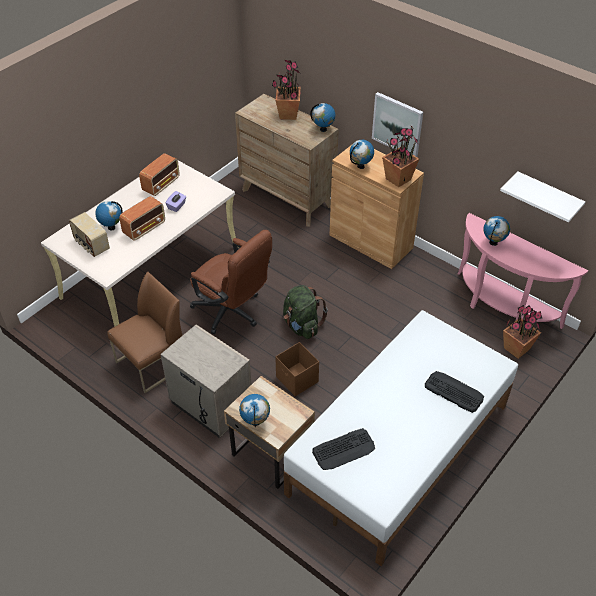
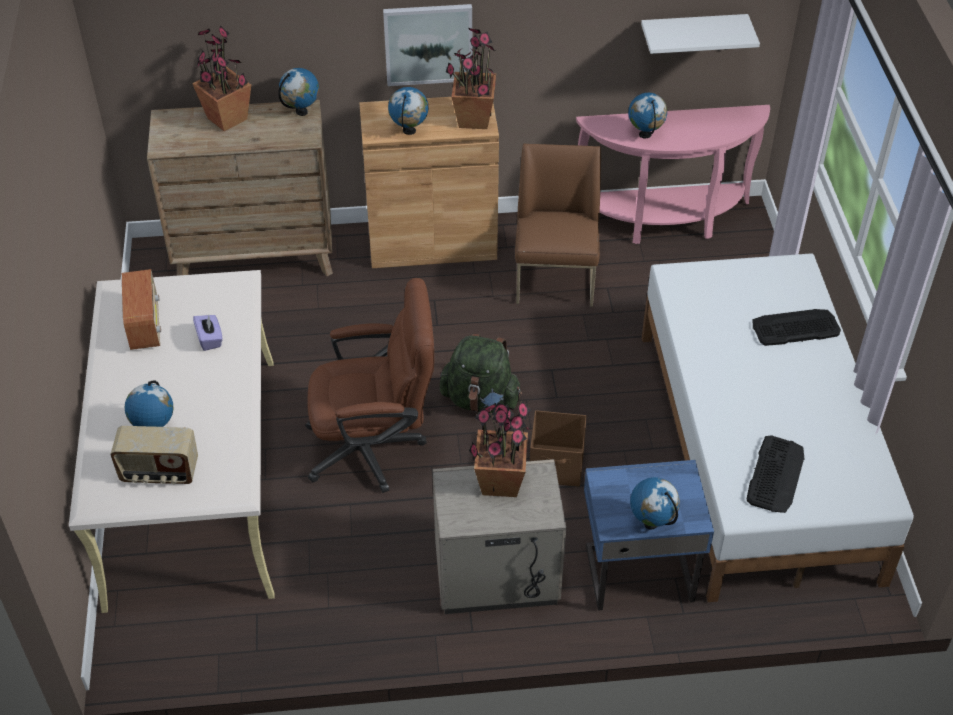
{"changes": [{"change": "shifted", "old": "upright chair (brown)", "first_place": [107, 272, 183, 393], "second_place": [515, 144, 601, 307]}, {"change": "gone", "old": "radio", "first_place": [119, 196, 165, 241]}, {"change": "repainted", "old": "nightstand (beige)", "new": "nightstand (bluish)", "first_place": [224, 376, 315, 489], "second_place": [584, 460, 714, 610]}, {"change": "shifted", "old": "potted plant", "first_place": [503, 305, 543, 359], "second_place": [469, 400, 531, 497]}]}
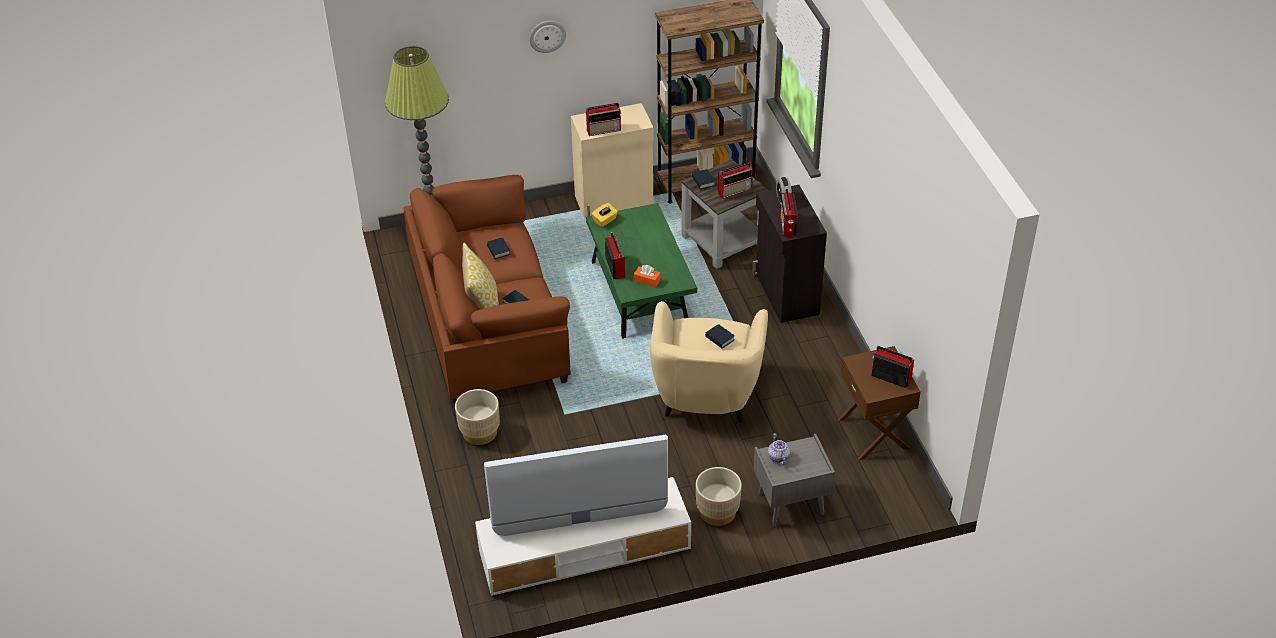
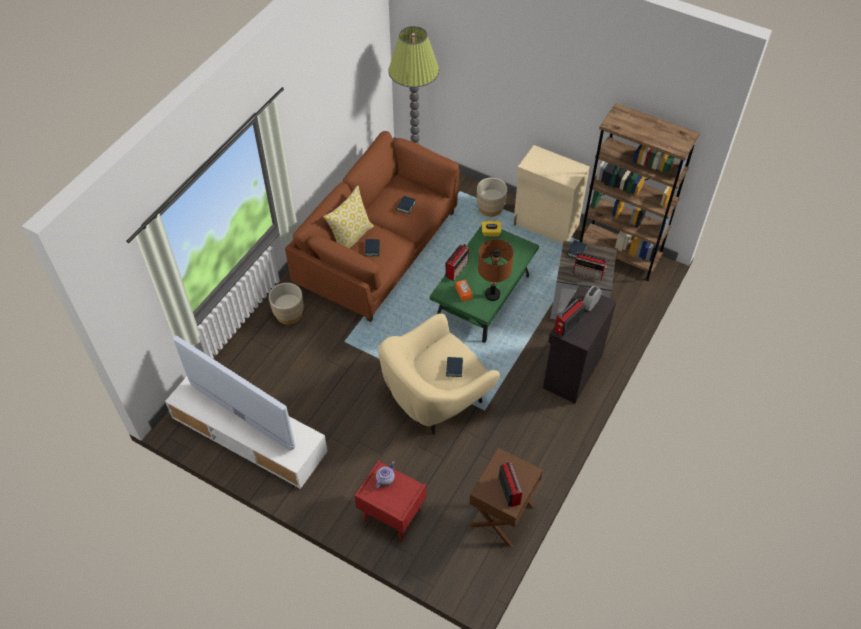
{"changes": [{"change": "gone", "old": "clock on the wall", "first_place": [529, 21, 566, 53]}, {"change": "gone", "old": "radio", "first_place": [586, 103, 621, 136]}, {"change": "shifted", "old": "plant pot (beige)", "first_place": [696, 467, 742, 526], "second_place": [477, 178, 507, 217]}, {"change": "repainted", "old": "nightstand (grey)", "new": "nightstand (red)", "first_place": [754, 434, 835, 526], "second_place": [354, 460, 426, 540]}, {"change": "new", "new": "table lamp (brown)", "second_place": [478, 239, 514, 301]}]}
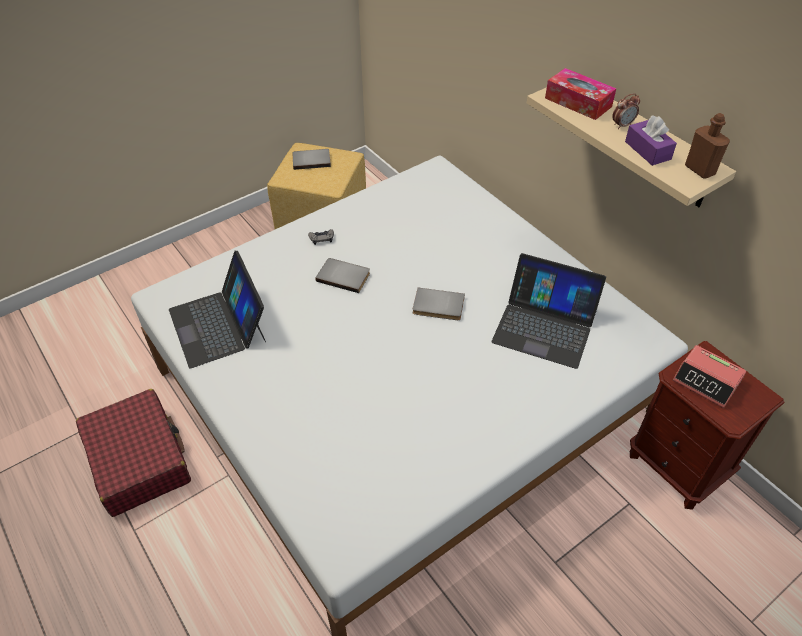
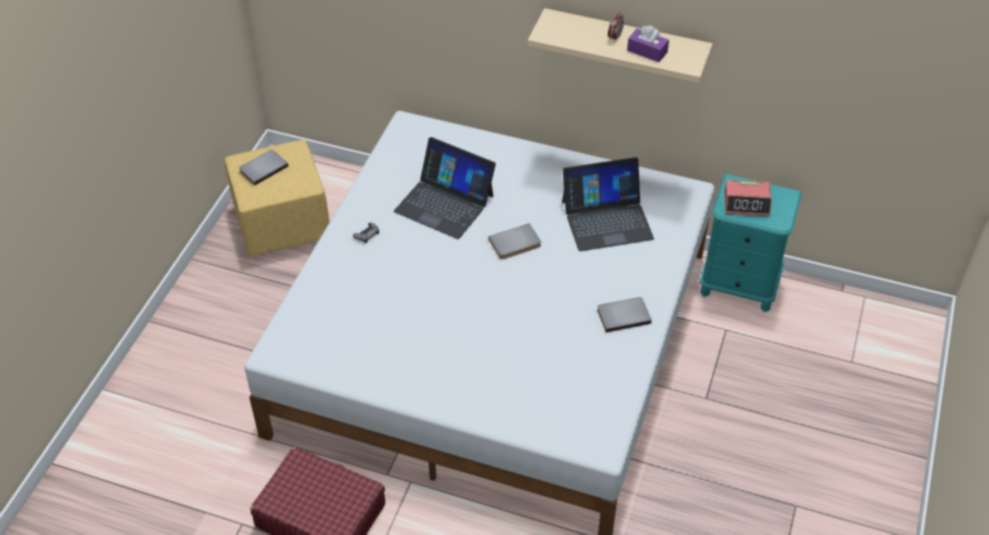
{"changes": [{"change": "shifted", "old": "portable computer", "first_place": [169, 251, 266, 368], "second_place": [394, 137, 496, 239]}, {"change": "shifted", "old": "bound book (grey)", "first_place": [316, 258, 370, 293], "second_place": [597, 297, 652, 332]}, {"change": "gone", "old": "tissue box", "first_place": [545, 68, 616, 120]}, {"change": "repainted", "old": "nightstand (brown)", "new": "nightstand (blue-green)", "first_place": [630, 341, 785, 510], "second_place": [699, 174, 802, 312]}, {"change": "gone", "old": "bottle (brown)", "first_place": [685, 113, 730, 179]}]}
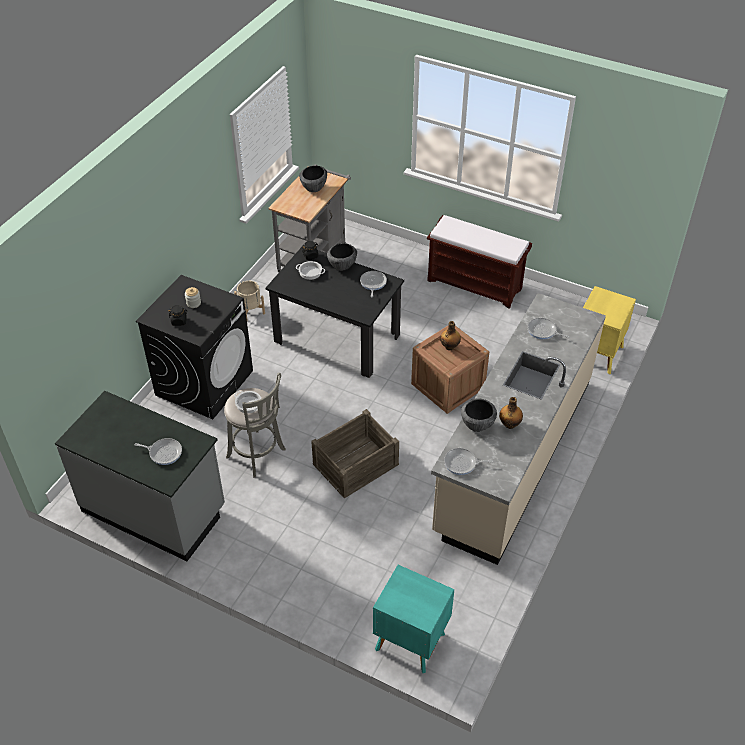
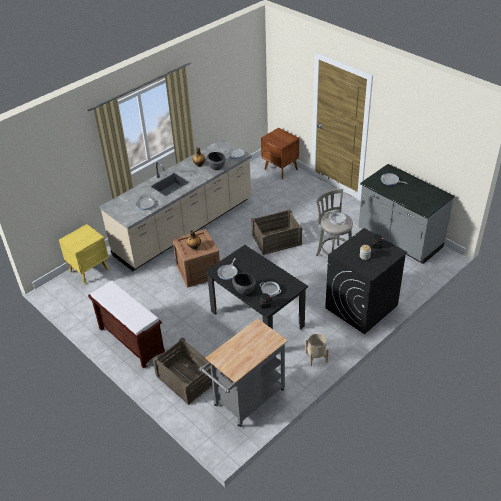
{"changes": [{"change": "gone", "old": "bowl", "first_place": [299, 166, 327, 192]}, {"change": "repainted", "old": "nightstand (blue-green)", "new": "nightstand (brown)", "first_place": [373, 565, 454, 673], "second_place": [261, 128, 299, 179]}, {"change": "new", "new": "shipping crate", "second_place": [153, 337, 212, 405]}]}
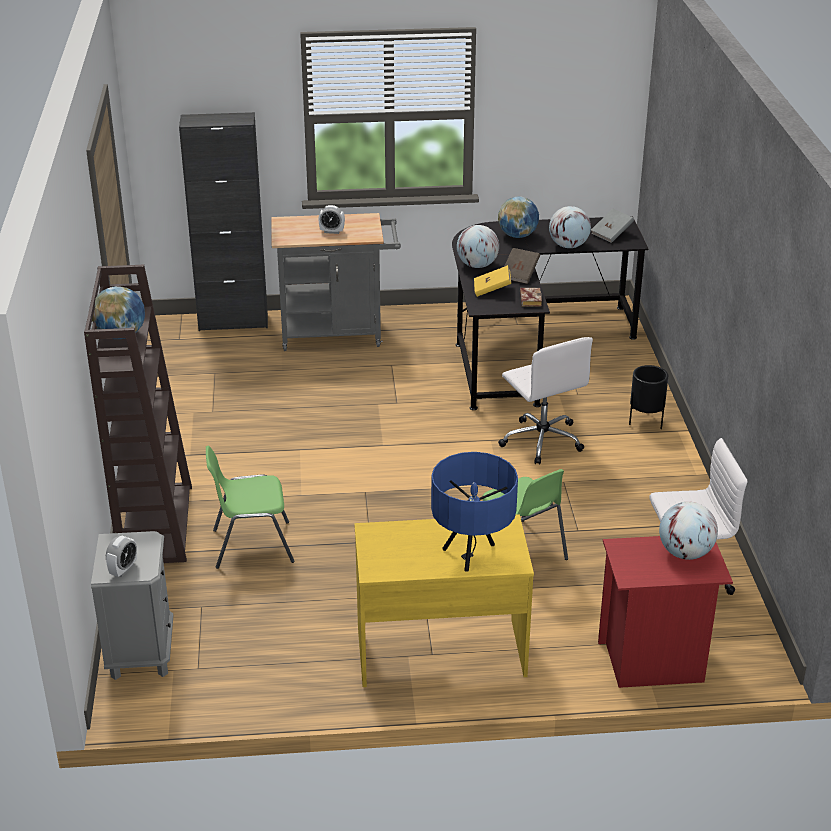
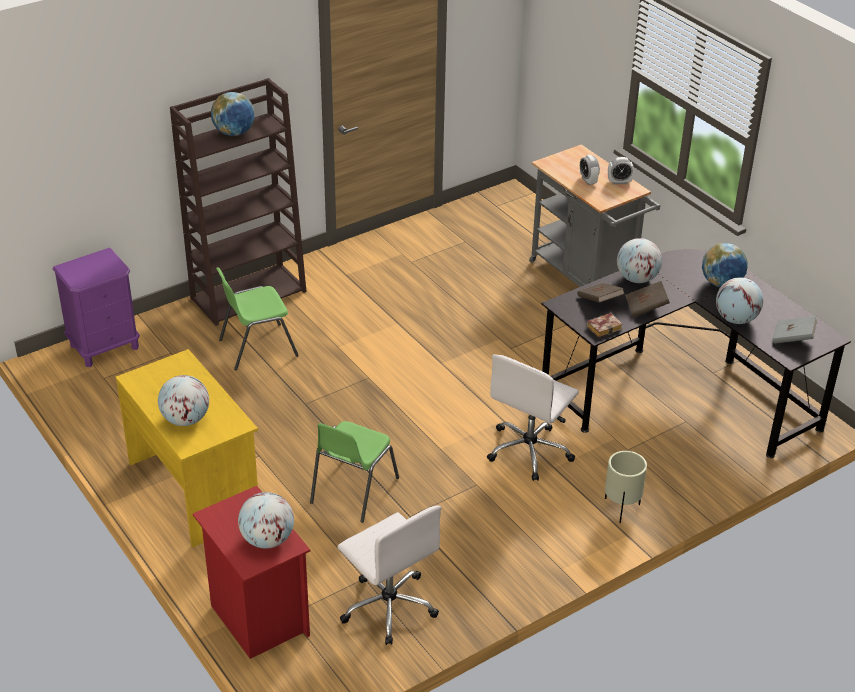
{"changes": [{"change": "repainted", "old": "nightstand (grey)", "new": "nightstand (purple)", "first_place": [91, 531, 173, 680], "second_place": [52, 248, 140, 367]}, {"change": "shifted", "old": "bedside clock", "first_place": [106, 536, 137, 577], "second_place": [608, 157, 634, 184]}, {"change": "gone", "old": "storage cabinet (blackish)", "first_place": [179, 112, 268, 331]}, {"change": "rotated", "old": "upright chair (greenish)", "first_place": [206, 446, 295, 569], "second_place": [216, 267, 299, 371], "degrees": -75}, {"change": "swapped", "old": "table lamp (bluish)", "new": "desk globe", "first_place": [431, 452, 518, 572], "second_place": [158, 375, 209, 426]}, {"change": "repainted", "old": "bound book (yellowish)", "new": "bound book (brown)", "first_place": [474, 265, 511, 297], "second_place": [577, 283, 624, 303]}, {"change": "repainted", "old": "plant pot (blackish)", "new": "plant pot (beige)", "first_place": [629, 365, 668, 429], "second_place": [605, 451, 647, 523]}]}
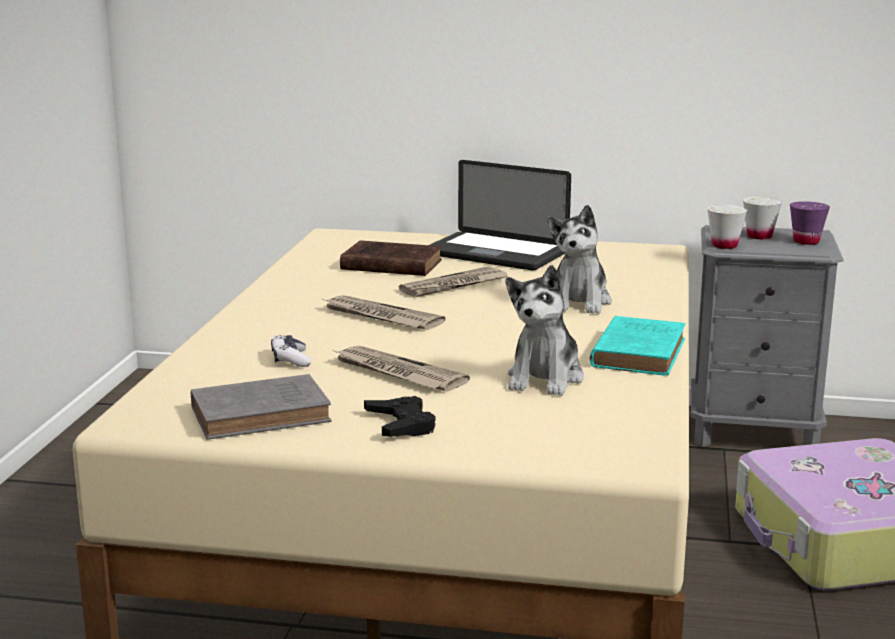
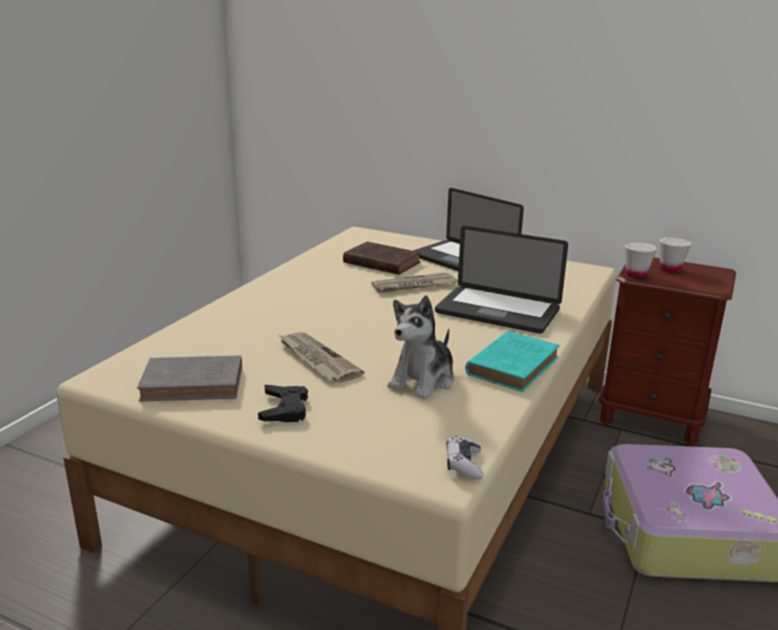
{"changes": [{"change": "shifted", "old": "joypad", "first_place": [271, 335, 311, 367], "second_place": [446, 436, 484, 480]}, {"change": "gone", "old": "printed paper", "first_place": [322, 295, 445, 330]}, {"change": "swapped", "old": "cuddly toy", "new": "portable computer", "first_place": [547, 205, 612, 314], "second_place": [435, 226, 568, 334]}, {"change": "repainted", "old": "nightstand (grey)", "new": "nightstand (brown)", "first_place": [691, 225, 844, 447], "second_place": [598, 257, 736, 445]}, {"change": "gone", "old": "drinking cup (purple)", "first_place": [790, 201, 830, 245]}]}
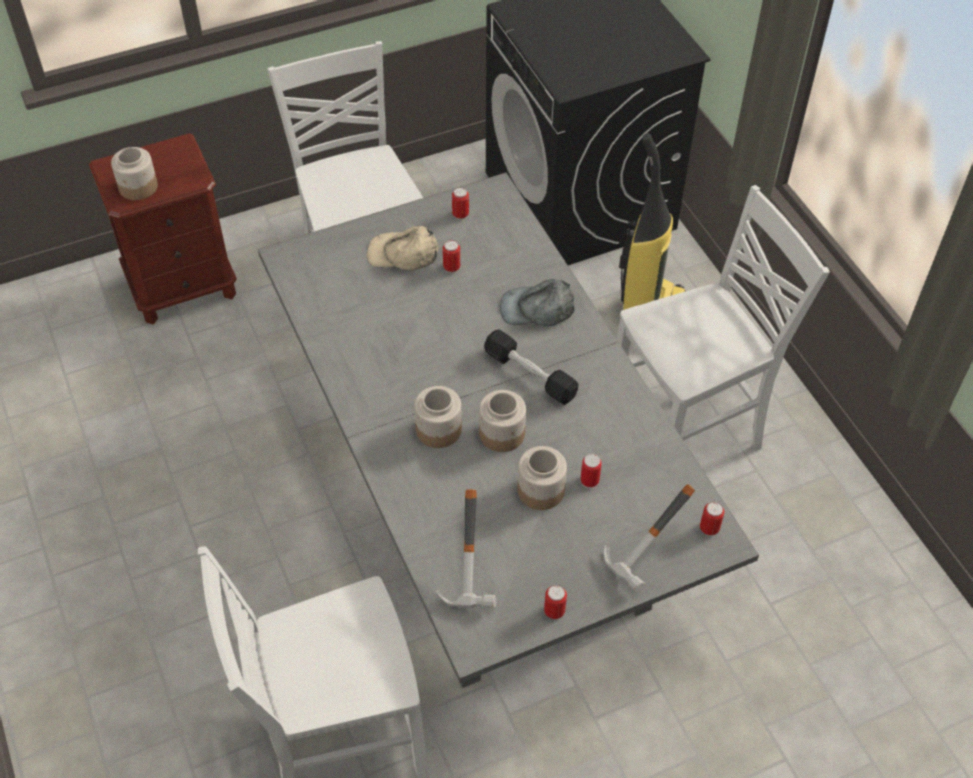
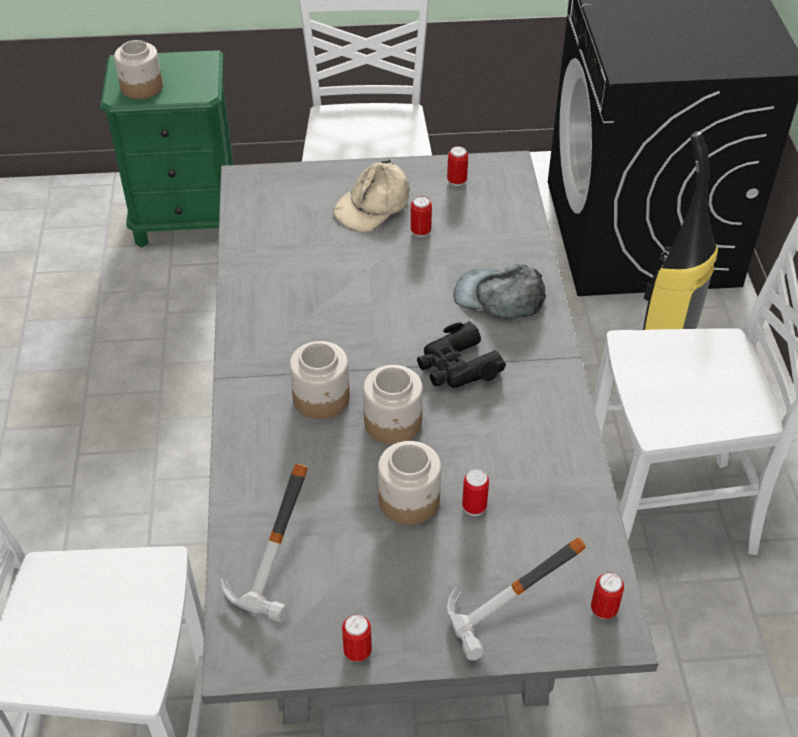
{"changes": [{"change": "repainted", "old": "nightstand (brown)", "new": "nightstand (greenish)", "first_place": [89, 133, 237, 325], "second_place": [100, 50, 234, 248]}, {"change": "rotated", "old": "peaked cap (beige)", "first_place": [367, 226, 439, 271], "second_place": [333, 160, 409, 233], "degrees": -75}, {"change": "swapped", "old": "dumbbell (blackish)", "new": "binoculars (blackish)", "first_place": [484, 329, 579, 405], "second_place": [417, 321, 506, 388]}]}
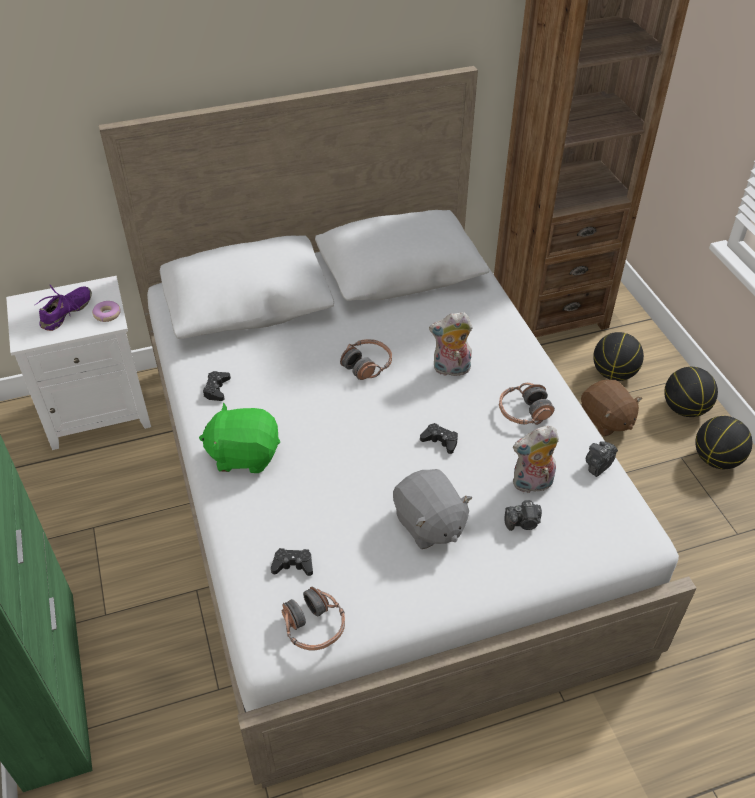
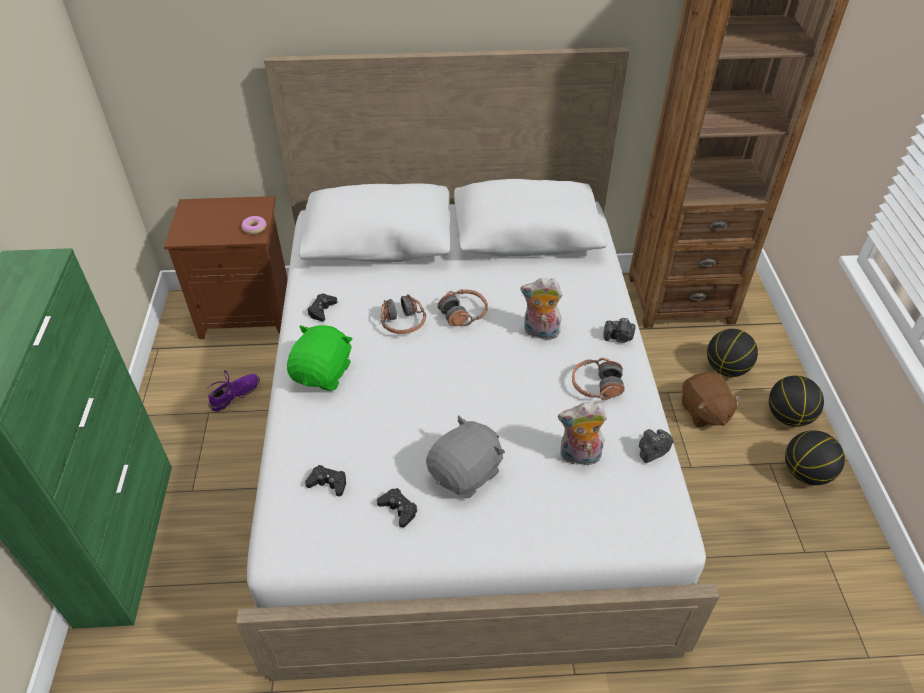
{"changes": [{"change": "repainted", "old": "nightstand (white)", "new": "nightstand (brown)", "first_place": [6, 276, 151, 450], "second_place": [164, 196, 288, 339]}, {"change": "shifted", "old": "low shoe (purple)", "first_place": [35, 285, 92, 331], "second_place": [207, 370, 260, 412]}, {"change": "rotated", "old": "cuddly toy (greenish)", "first_place": [199, 402, 280, 473], "second_place": [287, 325, 352, 391], "degrees": 90}, {"change": "shifted", "old": "headset", "first_place": [282, 587, 345, 650], "second_place": [381, 294, 426, 334]}, {"change": "rotated", "old": "cuddly toy (grey)", "first_place": [393, 469, 472, 549], "second_place": [426, 415, 505, 499], "degrees": -120}, {"change": "shifted", "old": "joypad (blackish)", "first_place": [420, 423, 458, 454], "second_place": [377, 488, 417, 528]}, {"change": "shifted", "old": "still camera", "first_place": [504, 500, 542, 531], "second_place": [603, 318, 636, 343]}]}
